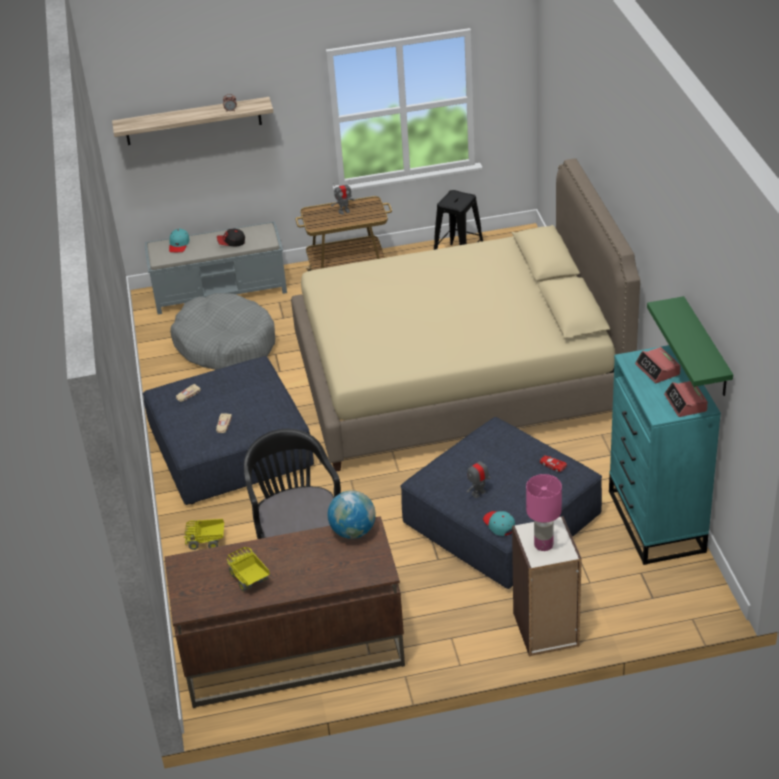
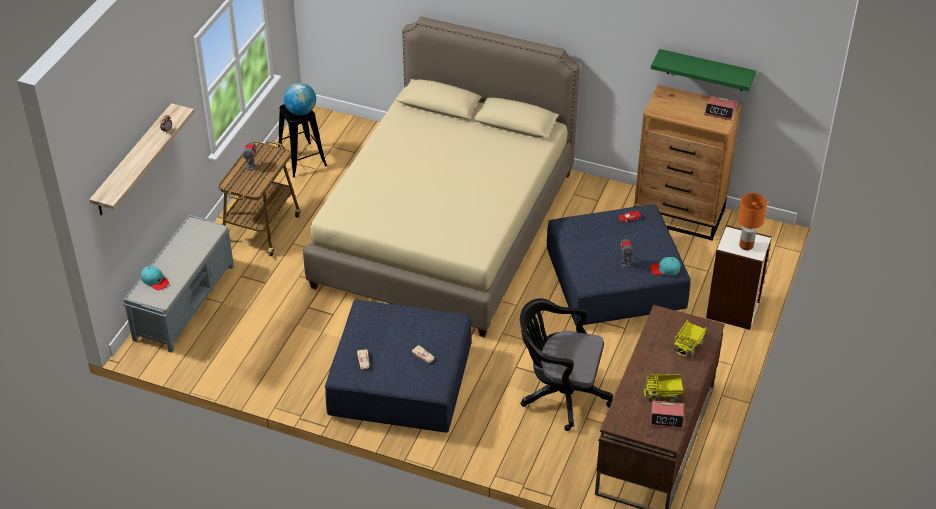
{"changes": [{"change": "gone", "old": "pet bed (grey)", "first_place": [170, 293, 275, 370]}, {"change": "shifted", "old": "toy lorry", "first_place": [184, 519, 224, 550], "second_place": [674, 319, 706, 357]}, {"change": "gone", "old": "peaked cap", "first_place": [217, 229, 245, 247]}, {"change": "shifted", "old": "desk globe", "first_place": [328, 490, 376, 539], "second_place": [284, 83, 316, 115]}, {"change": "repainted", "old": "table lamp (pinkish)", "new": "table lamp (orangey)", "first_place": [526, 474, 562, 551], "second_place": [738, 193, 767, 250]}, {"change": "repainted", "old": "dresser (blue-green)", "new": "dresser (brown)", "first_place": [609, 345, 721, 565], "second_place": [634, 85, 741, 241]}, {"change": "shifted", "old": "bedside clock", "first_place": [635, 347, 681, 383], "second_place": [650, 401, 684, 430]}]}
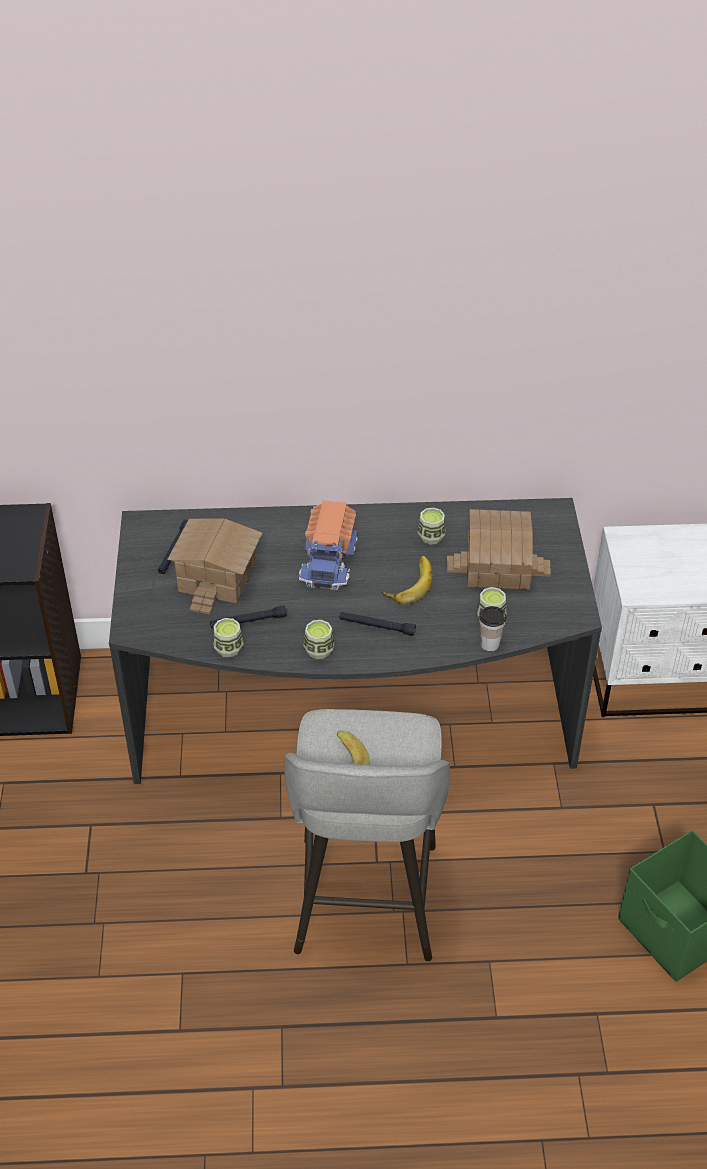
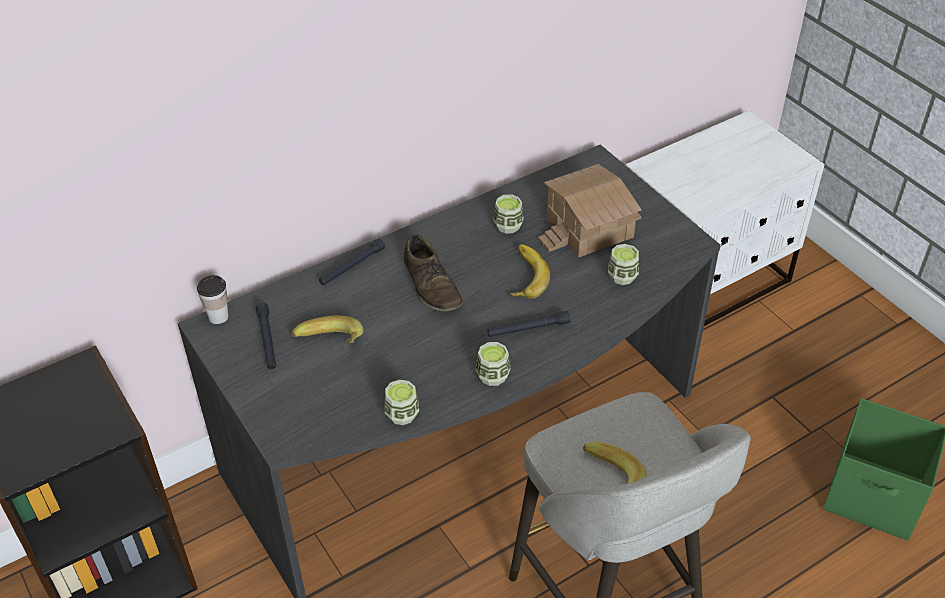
{"changes": [{"change": "swapped", "old": "toy house", "new": "banana", "first_place": [167, 518, 262, 615], "second_place": [292, 316, 364, 346]}, {"change": "shifted", "old": "torch (blackish)", "first_place": [210, 605, 287, 629], "second_place": [319, 239, 385, 285]}, {"change": "swapped", "old": "toy lorry", "new": "low shoe (brown)", "first_place": [299, 500, 359, 590], "second_place": [404, 234, 463, 312]}, {"change": "shifted", "old": "drinking cup", "first_place": [479, 606, 506, 651], "second_place": [197, 275, 228, 324]}]}
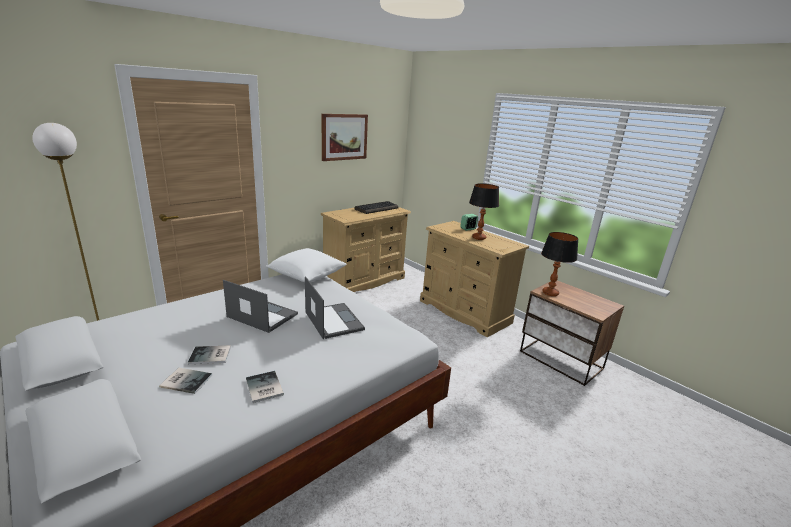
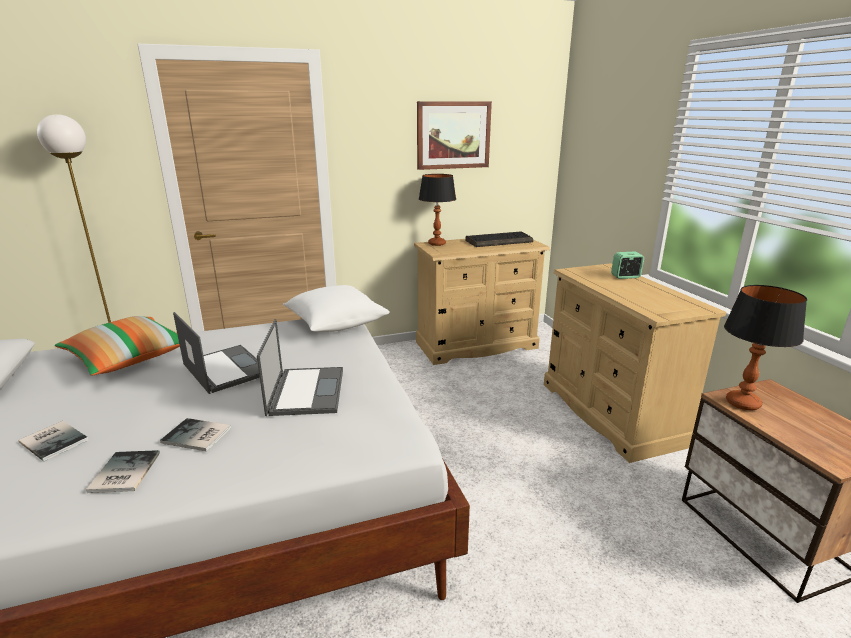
{"changes": [{"change": "shifted", "old": "bound book", "first_place": [188, 345, 231, 364], "second_place": [160, 418, 231, 452]}, {"change": "shifted", "old": "table lamp", "first_place": [469, 183, 499, 240], "second_place": [419, 174, 456, 246]}, {"change": "new", "new": "cushion", "second_place": [55, 316, 180, 375]}]}
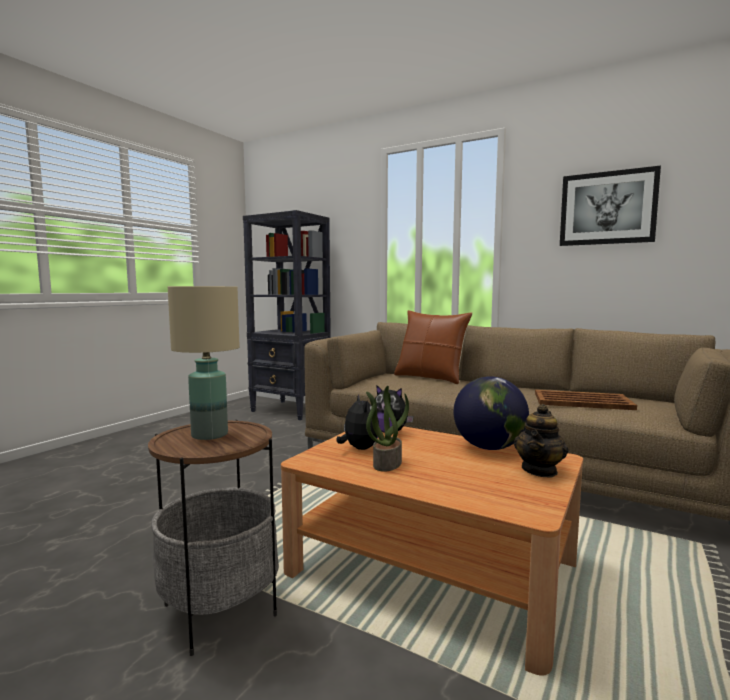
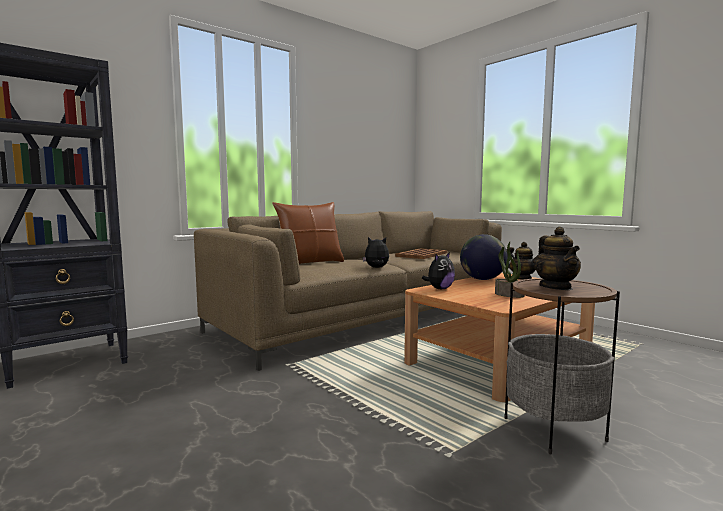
{"changes": [{"change": "swapped", "old": "table lamp (beige)", "new": "tea pot", "first_place": [168, 286, 240, 440], "second_place": [534, 227, 581, 290]}, {"change": "shifted", "old": "cuddly toy", "first_place": [336, 394, 379, 450], "second_place": [362, 237, 389, 268]}, {"change": "gone", "old": "wall art", "first_place": [560, 166, 661, 246]}]}
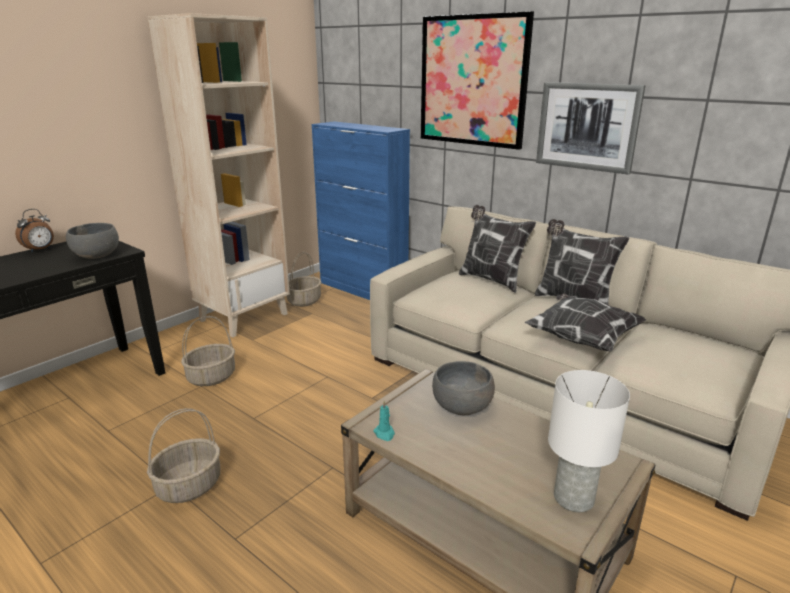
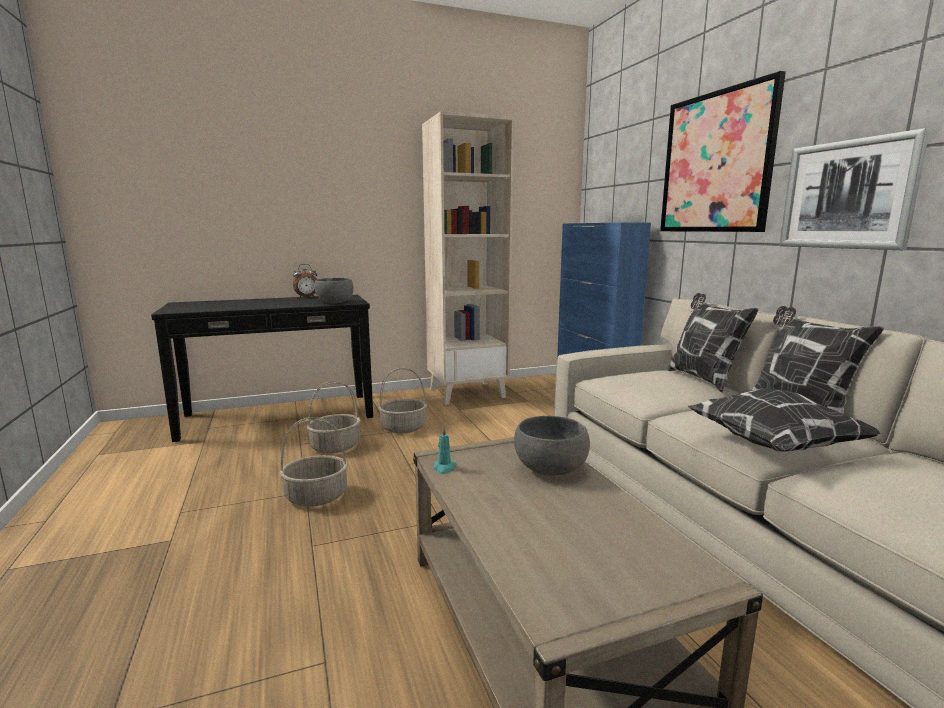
{"changes": [{"change": "shifted", "old": "storage basket", "first_place": [287, 252, 321, 307], "second_place": [306, 381, 361, 454]}, {"change": "gone", "old": "table lamp (white)", "first_place": [548, 370, 630, 512]}]}
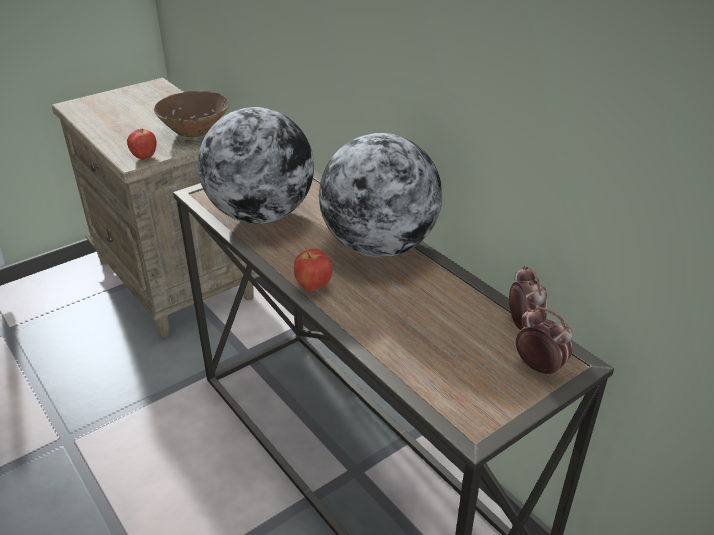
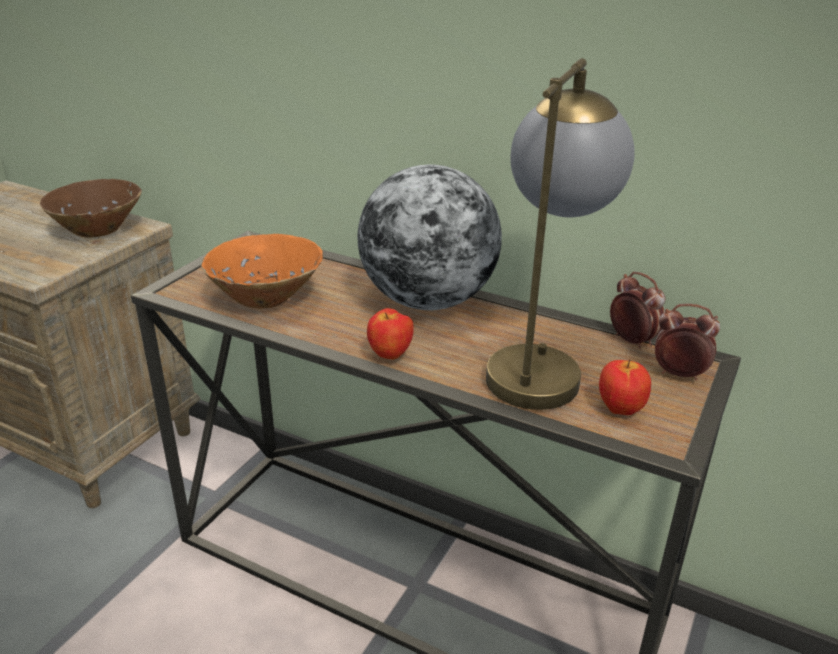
{"changes": [{"change": "shifted", "old": "whole apple", "first_place": [127, 129, 157, 160], "second_place": [599, 359, 651, 415]}, {"change": "swapped", "old": "desk globe", "new": "bowl (orangey)", "first_place": [198, 107, 314, 224], "second_place": [201, 234, 323, 308]}, {"change": "new", "new": "table lamp", "second_place": [486, 58, 635, 410]}]}
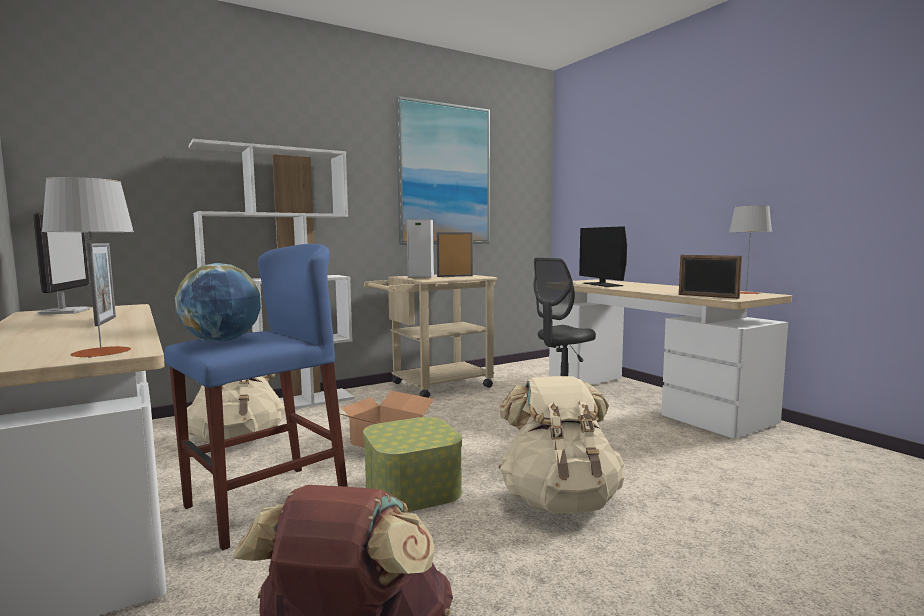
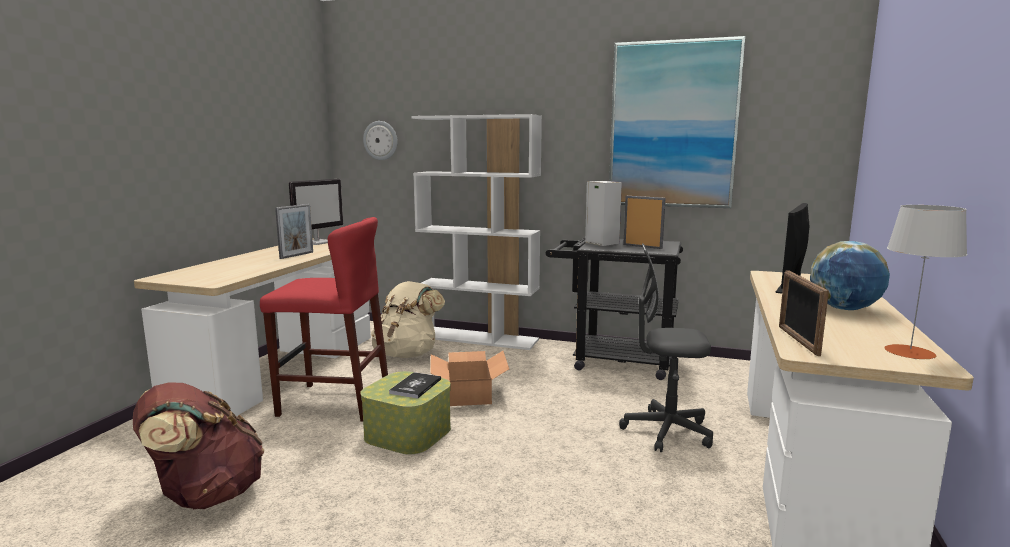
{"changes": [{"change": "gone", "old": "table lamp (grey)", "first_place": [41, 177, 134, 358]}, {"change": "repainted", "old": "sitting stool (bluish)", "new": "sitting stool (red)", "first_place": [164, 244, 348, 550], "second_place": [260, 217, 388, 422]}, {"change": "shifted", "old": "desk globe", "first_place": [175, 263, 261, 342], "second_place": [810, 241, 890, 310]}, {"change": "repainted", "old": "cart (beige)", "new": "cart (blackish)", "first_place": [364, 275, 497, 398], "second_place": [546, 238, 683, 380]}, {"change": "gone", "old": "knapsack (beige)", "first_place": [499, 376, 624, 513]}, {"change": "new", "new": "clock on the wall", "second_place": [363, 121, 398, 160]}, {"change": "new", "new": "bound book", "second_place": [389, 372, 441, 399]}]}
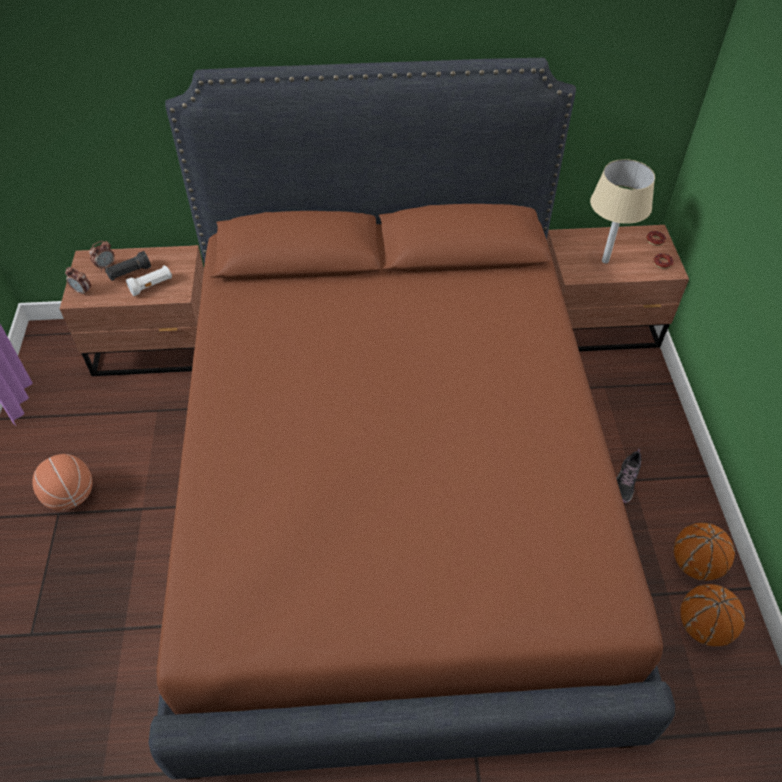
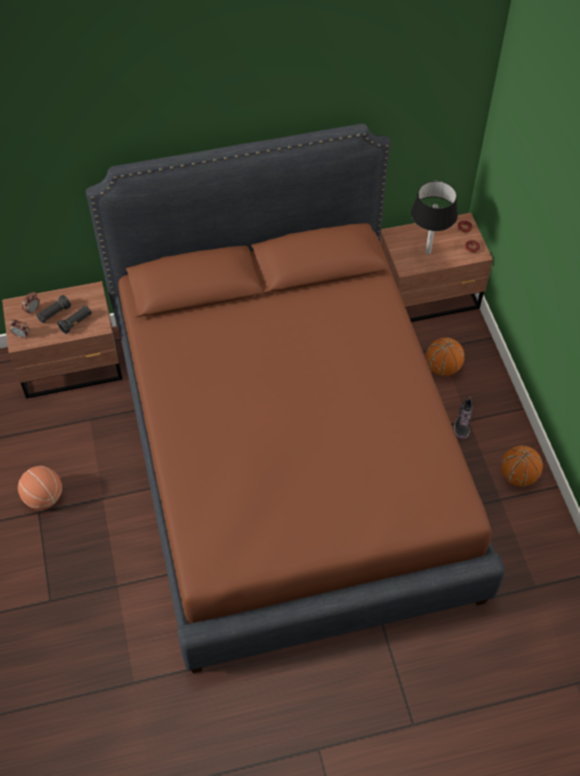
{"changes": [{"change": "repainted", "old": "torch (white)", "new": "torch (blackish)", "first_place": [126, 265, 172, 296], "second_place": [57, 305, 92, 334]}, {"change": "repainted", "old": "table lamp (beige)", "new": "table lamp (blackish)", "first_place": [590, 159, 655, 263], "second_place": [411, 181, 458, 254]}, {"change": "shifted", "old": "basketball ball", "first_place": [680, 584, 745, 646], "second_place": [426, 337, 465, 376]}]}
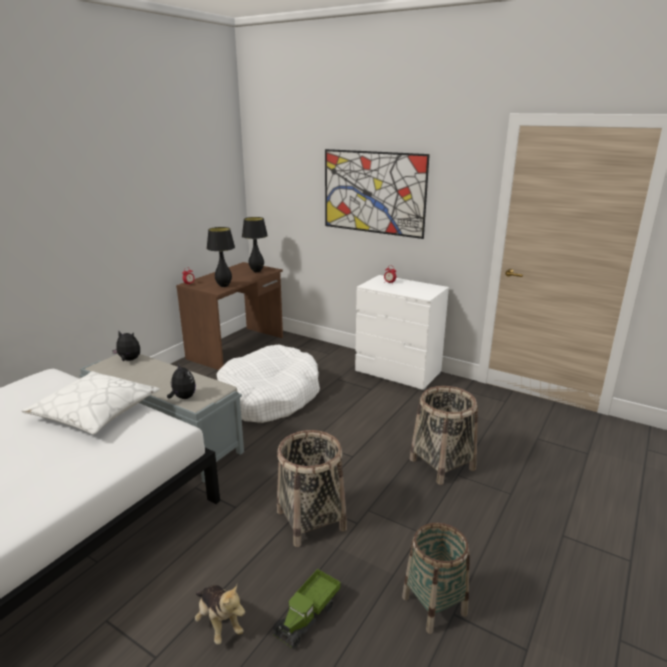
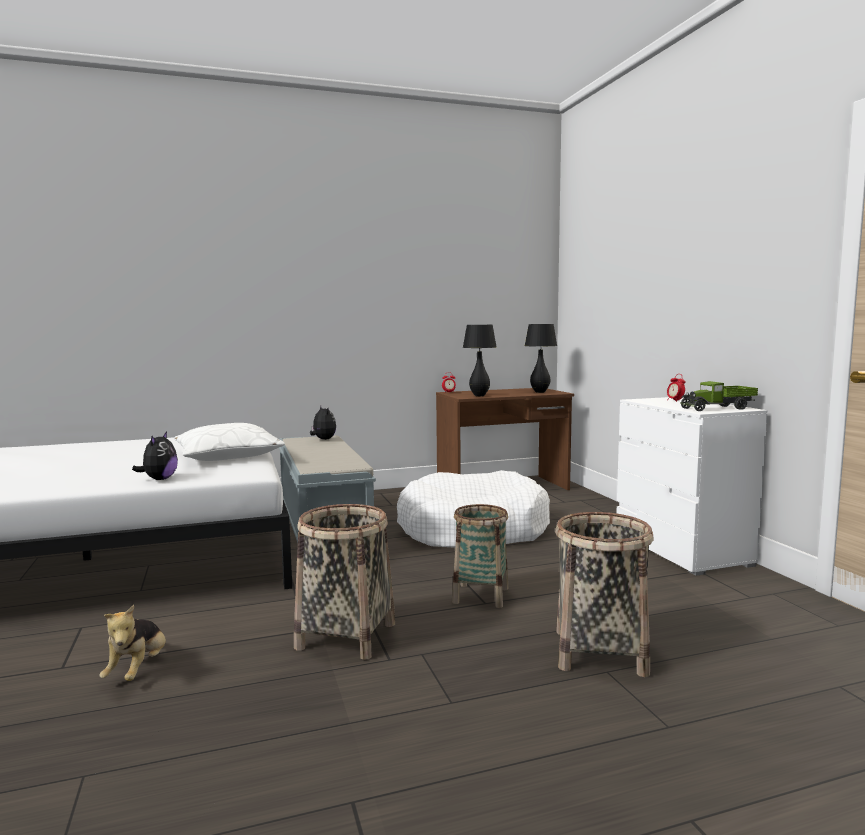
{"changes": [{"change": "shifted", "old": "cuddly toy", "first_place": [167, 362, 196, 399], "second_place": [132, 431, 178, 480]}, {"change": "shifted", "old": "toy lorry", "first_place": [272, 569, 341, 649], "second_place": [680, 381, 758, 411]}, {"change": "gone", "old": "wall art", "first_place": [325, 149, 430, 239]}, {"change": "shifted", "old": "storage basket", "first_place": [402, 523, 470, 634], "second_place": [452, 504, 508, 608]}]}
